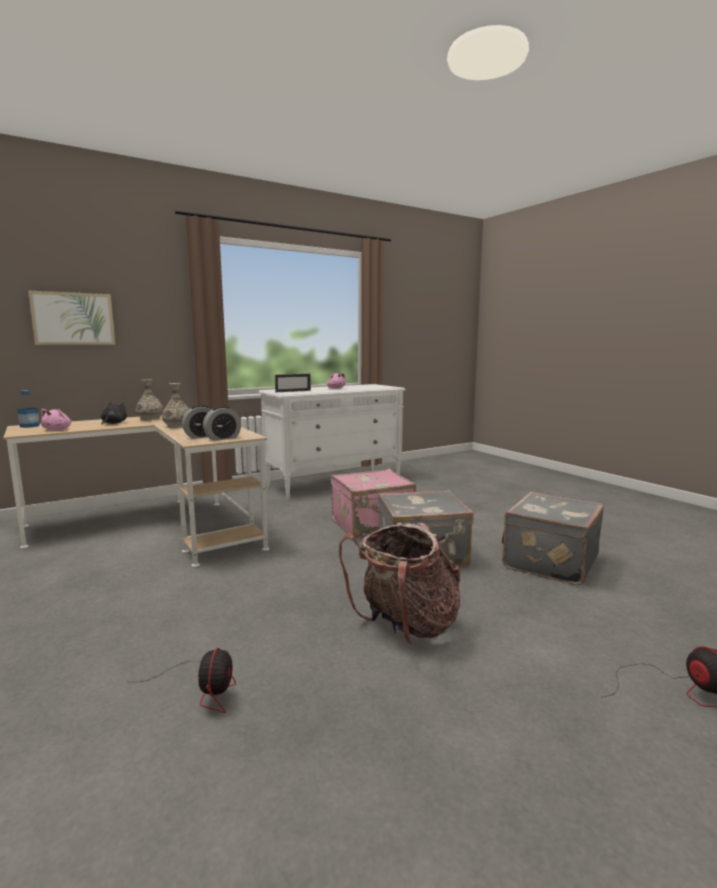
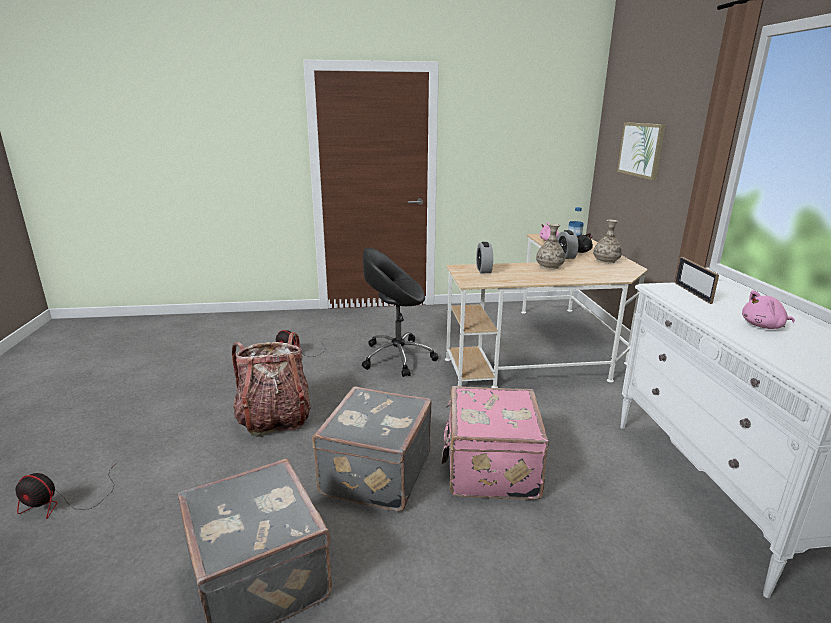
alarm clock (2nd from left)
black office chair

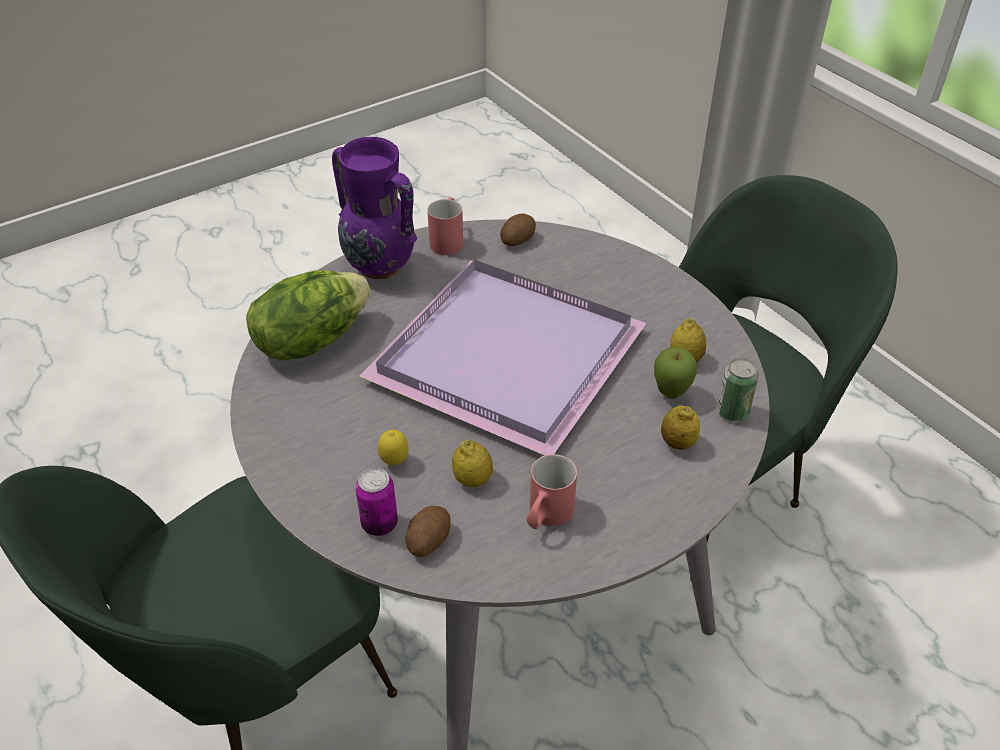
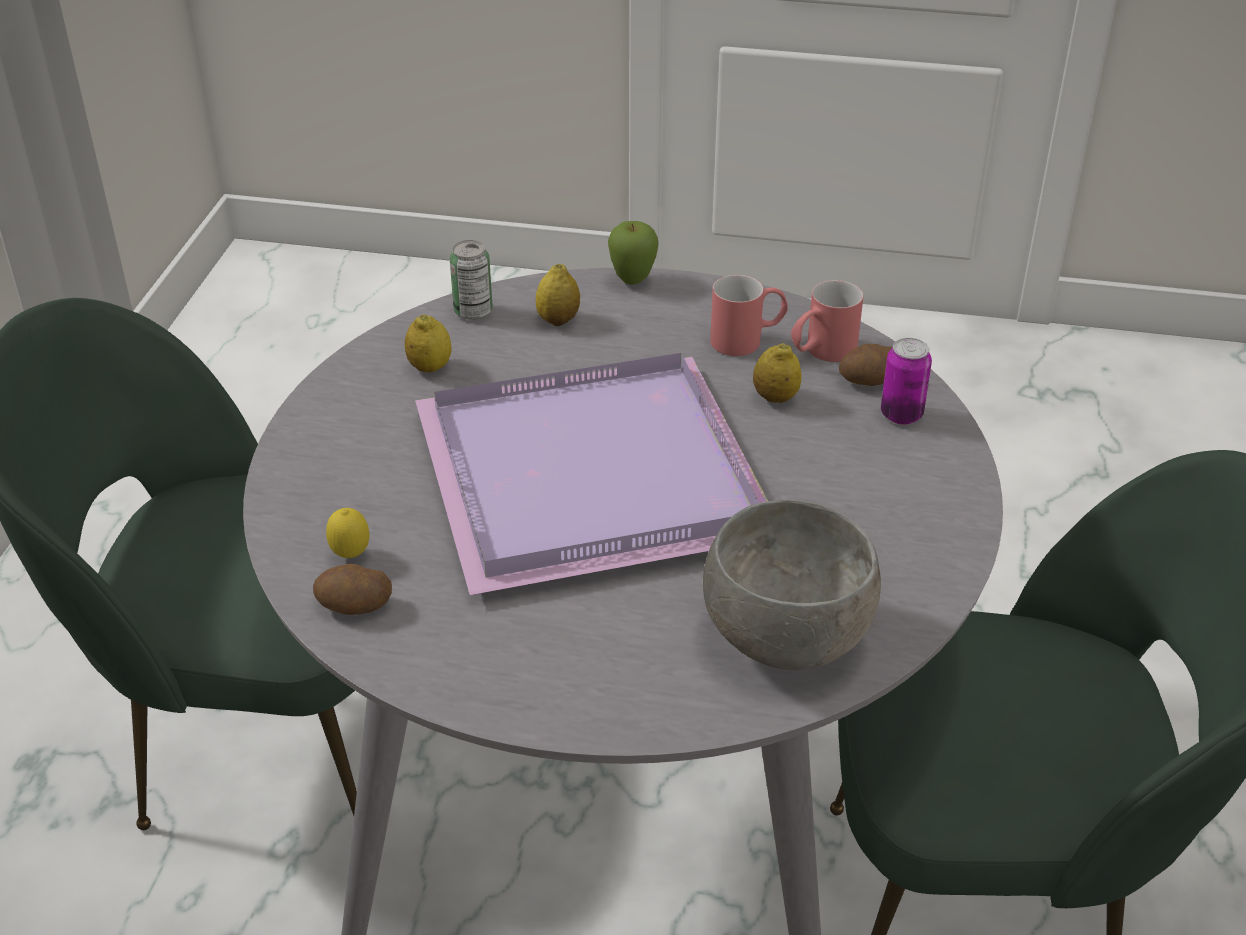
grey bowl
purple vase
lemon (1st from left)
red mug (2nd from left)
apple

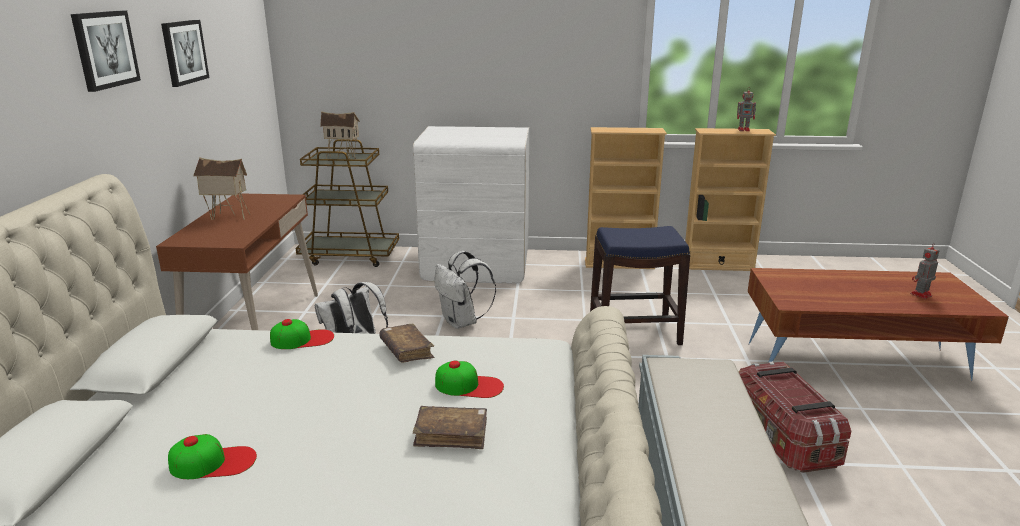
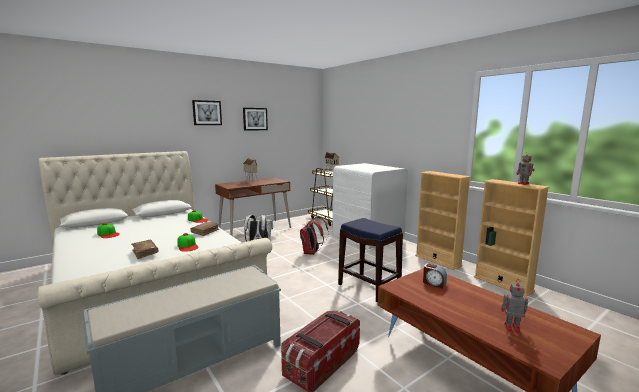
red backpack
alarm clock

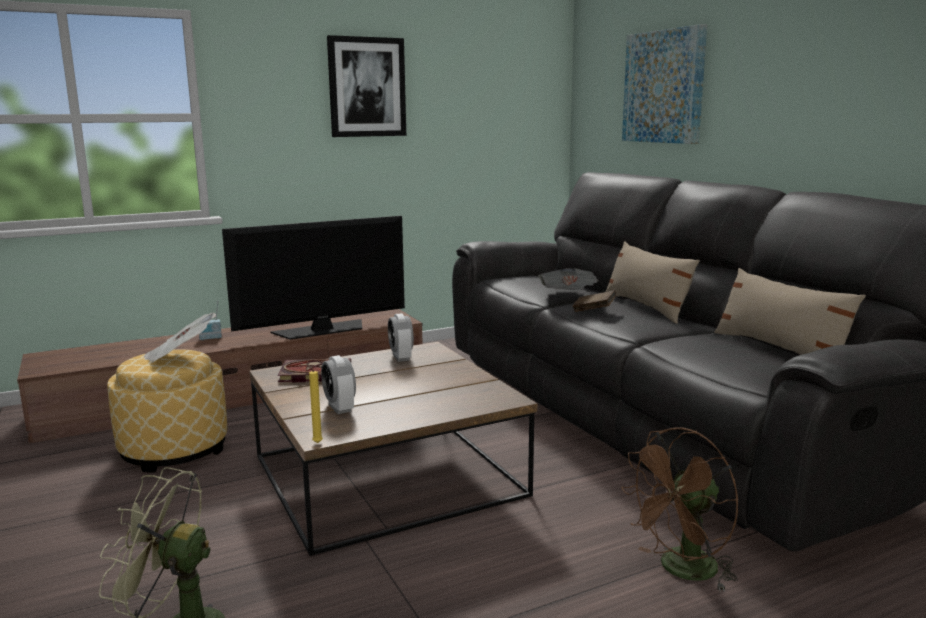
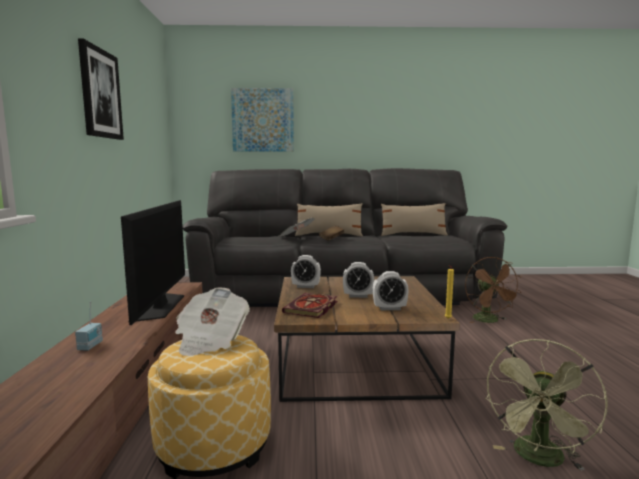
alarm clock (2nd from left)

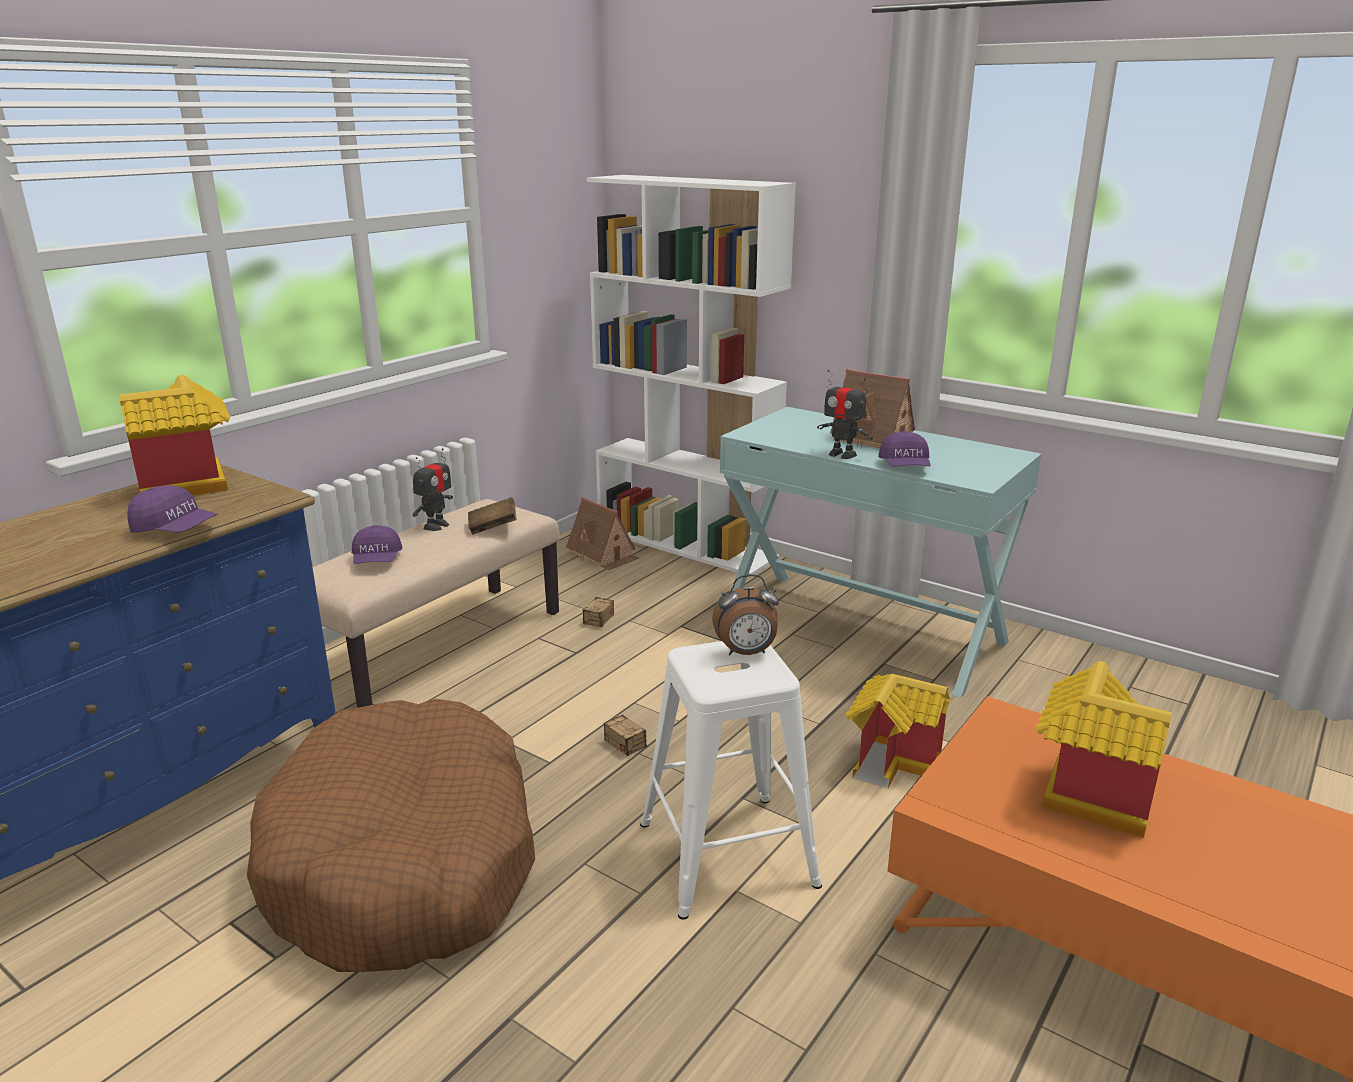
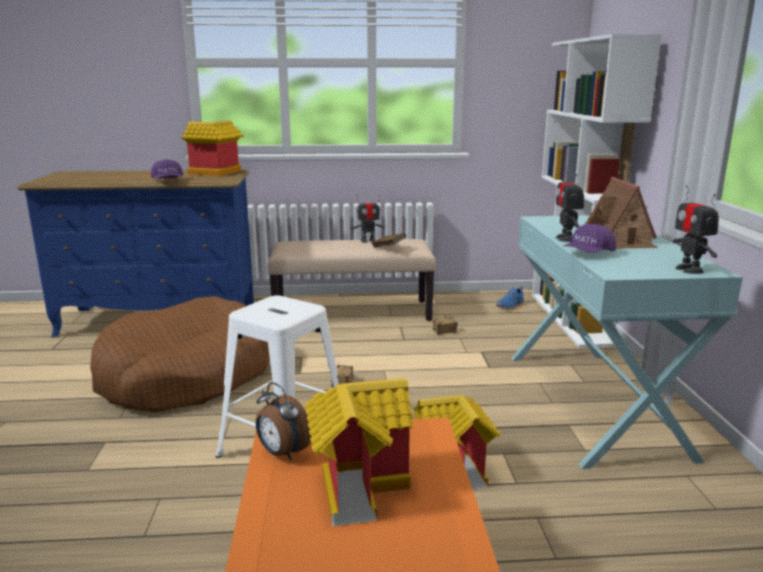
purple cap (2nd from left in the first image)
blue shoe
alarm clock
toy robot (3rd from left)

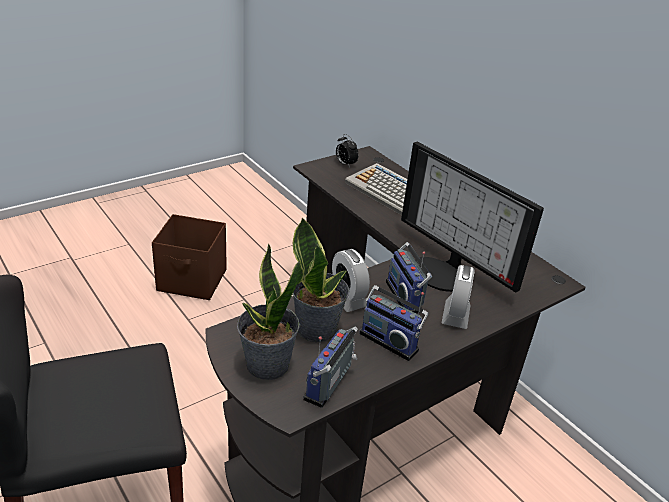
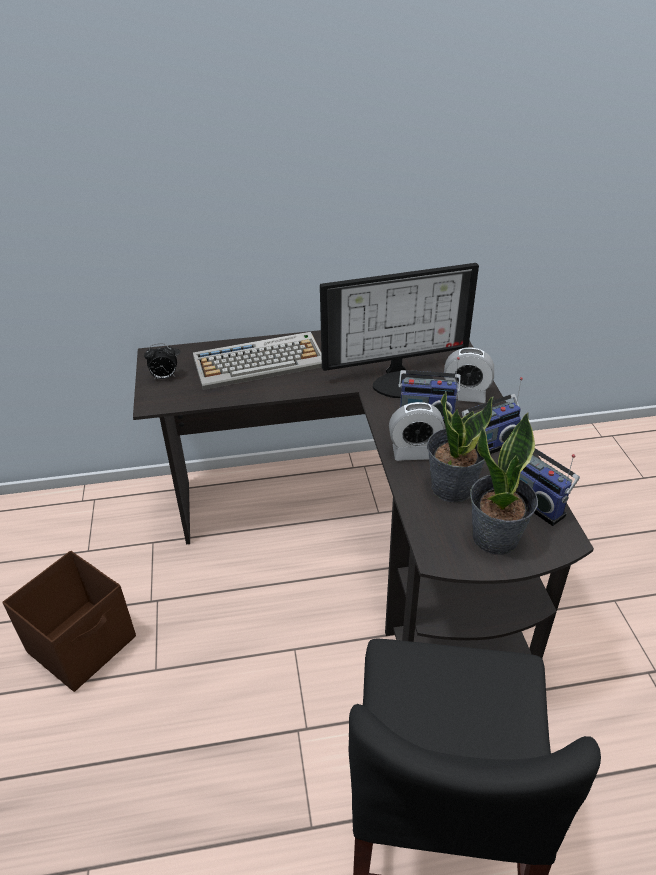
alarm clock (3rd from left)

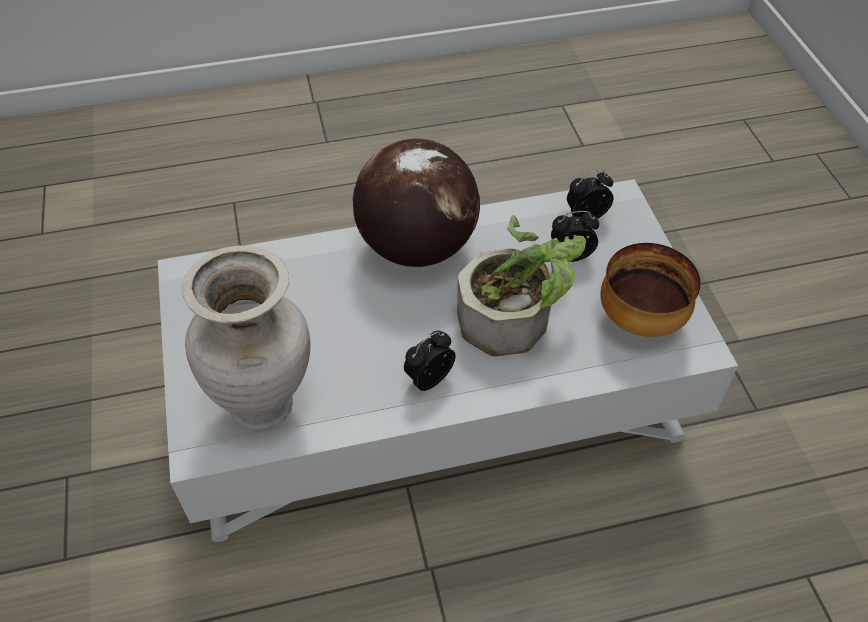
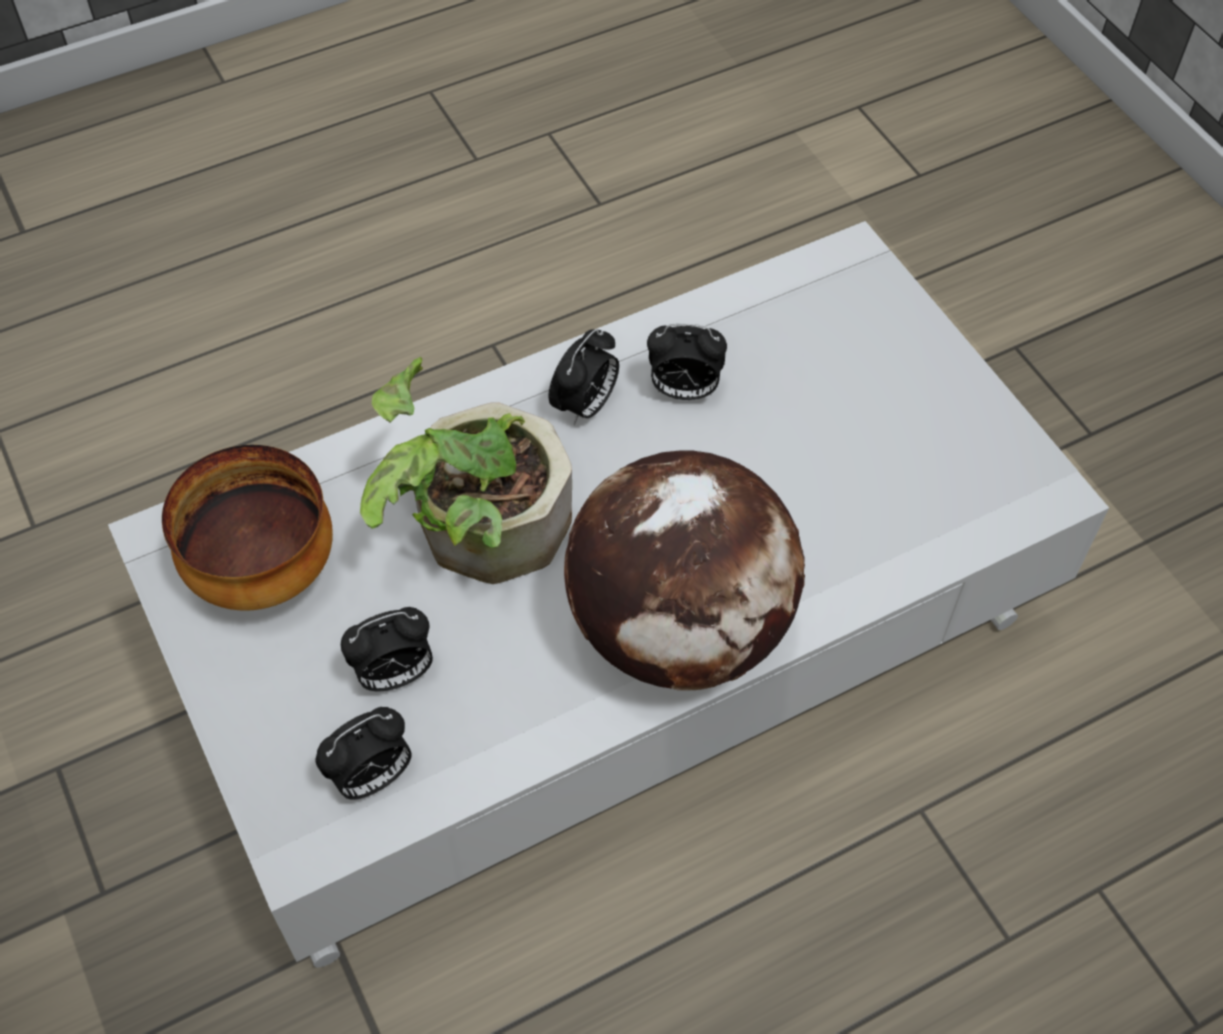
beige vase
alarm clock (4th from left)

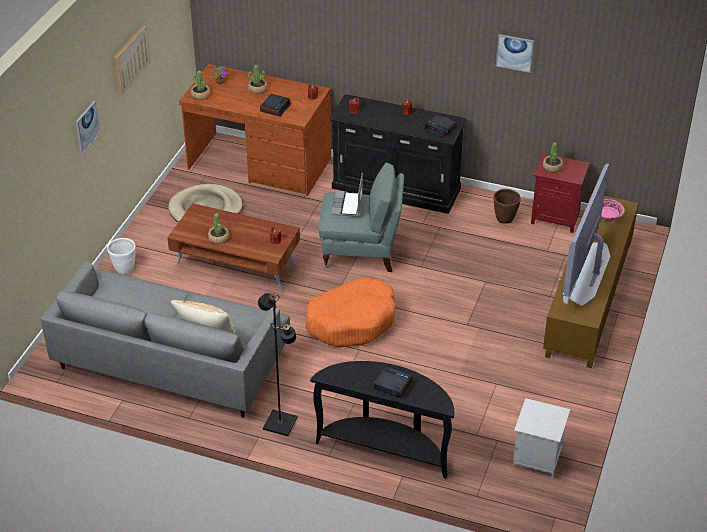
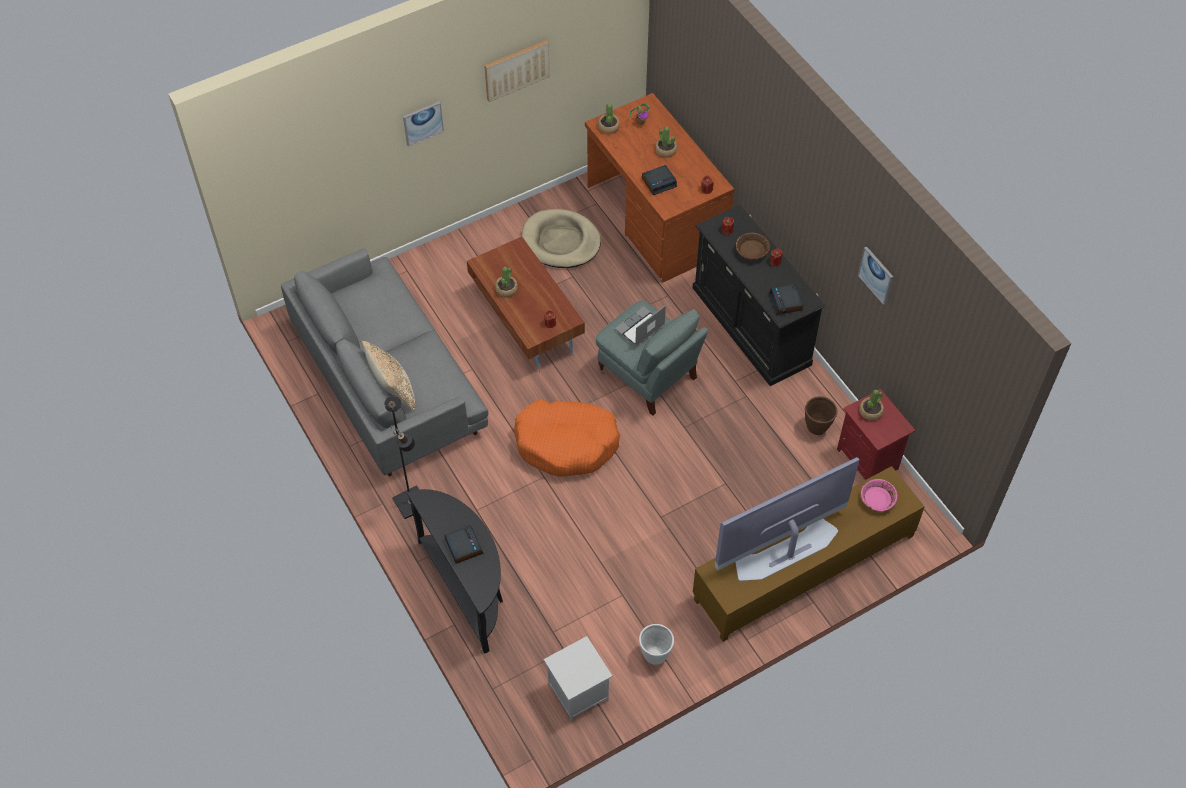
white planter
brown bowl

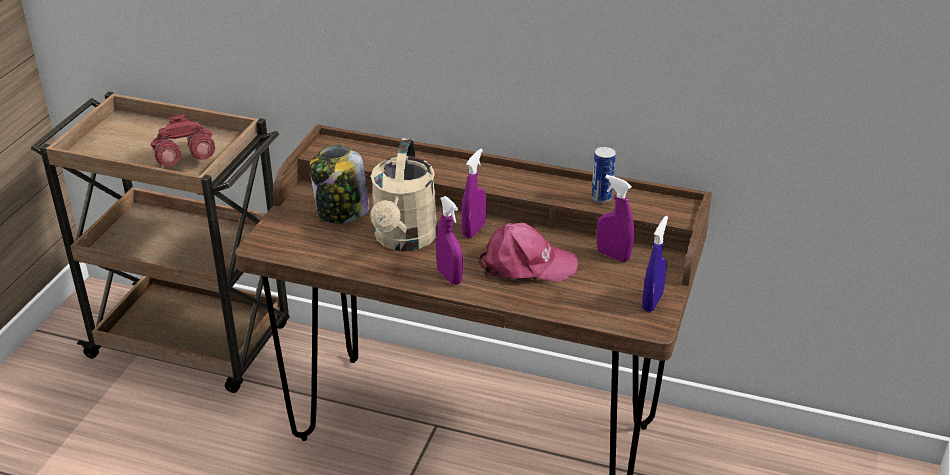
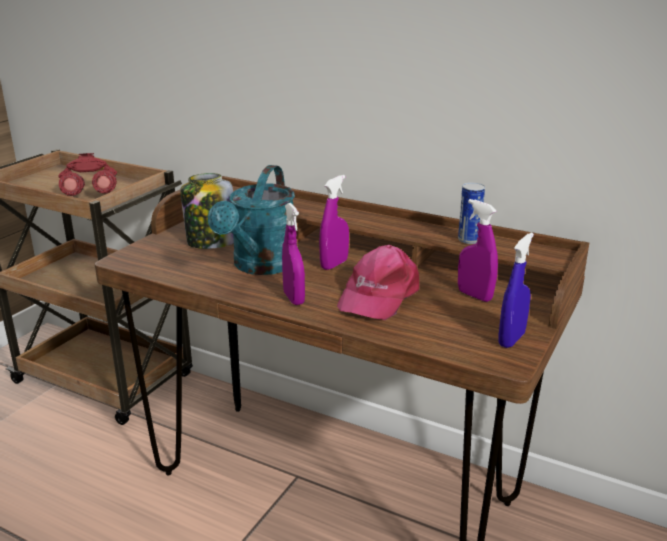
turquoise watering can
pink cap

